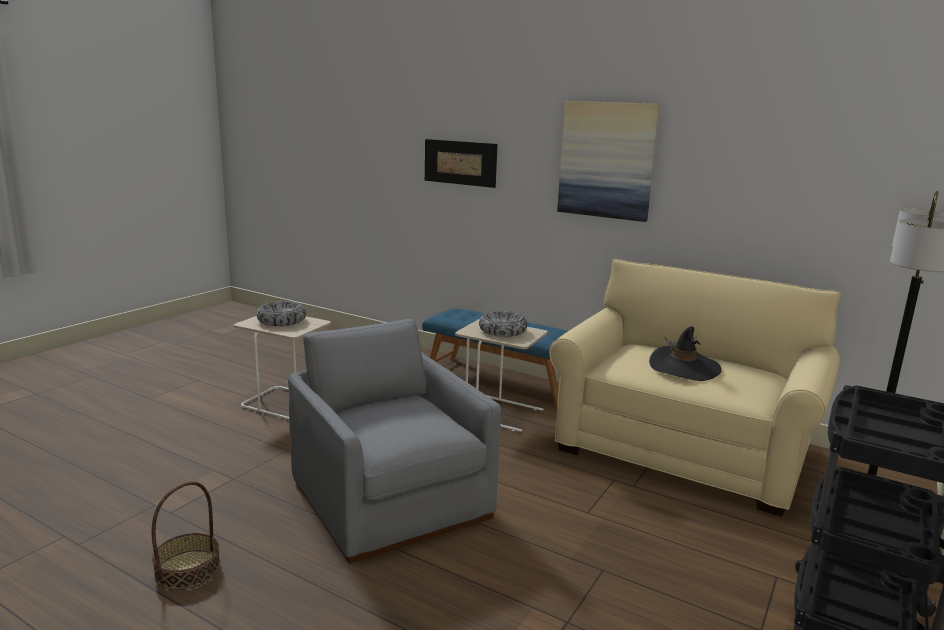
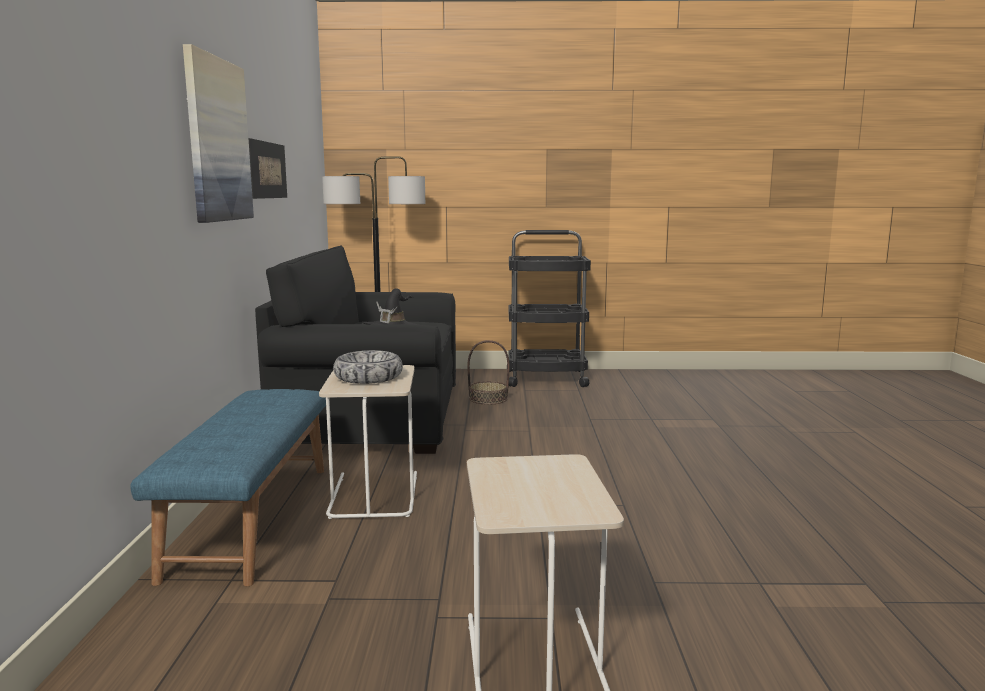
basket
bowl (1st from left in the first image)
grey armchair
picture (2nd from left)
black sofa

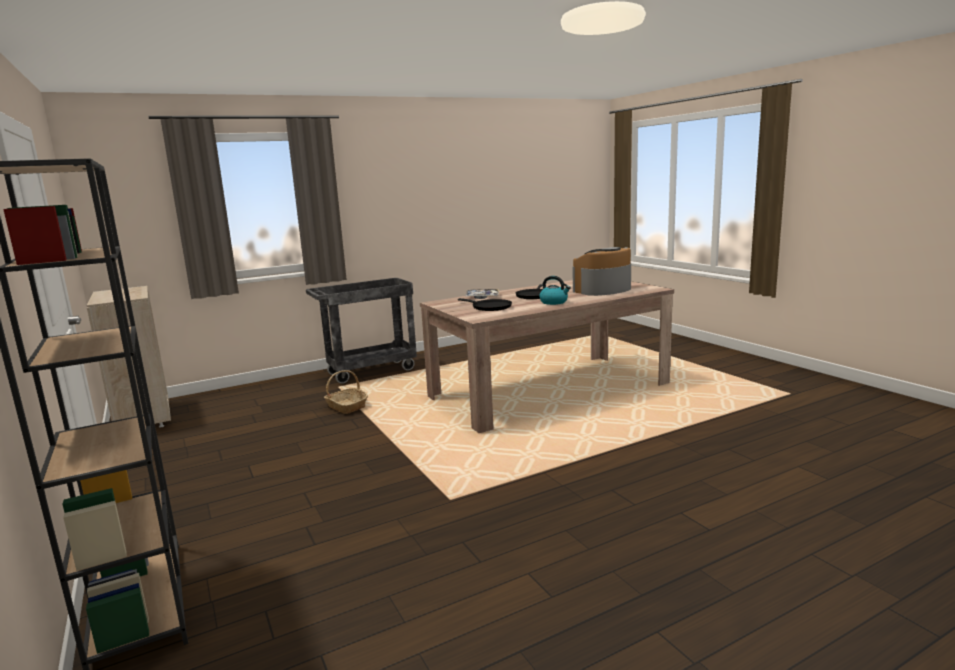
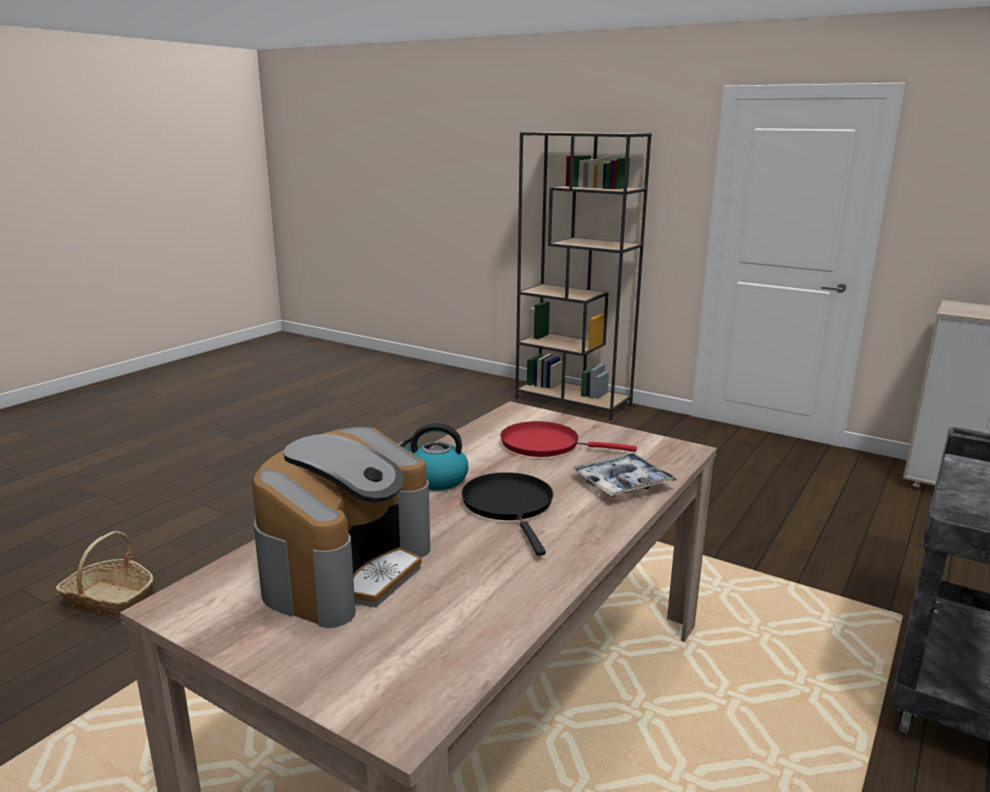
basket
red frying pan

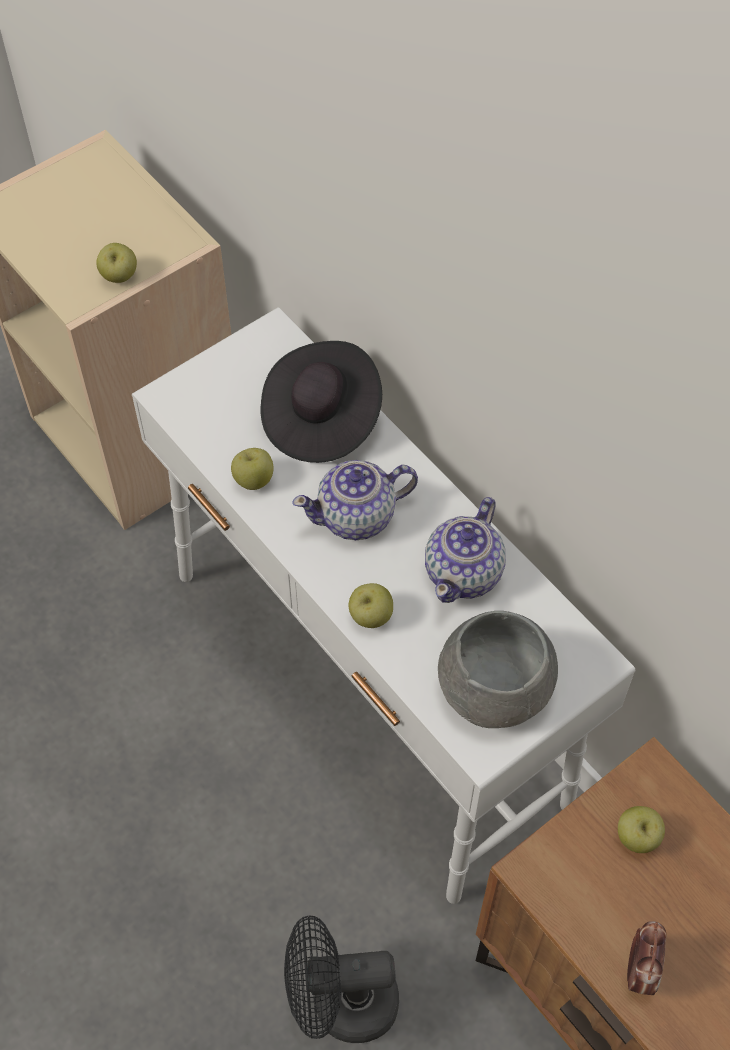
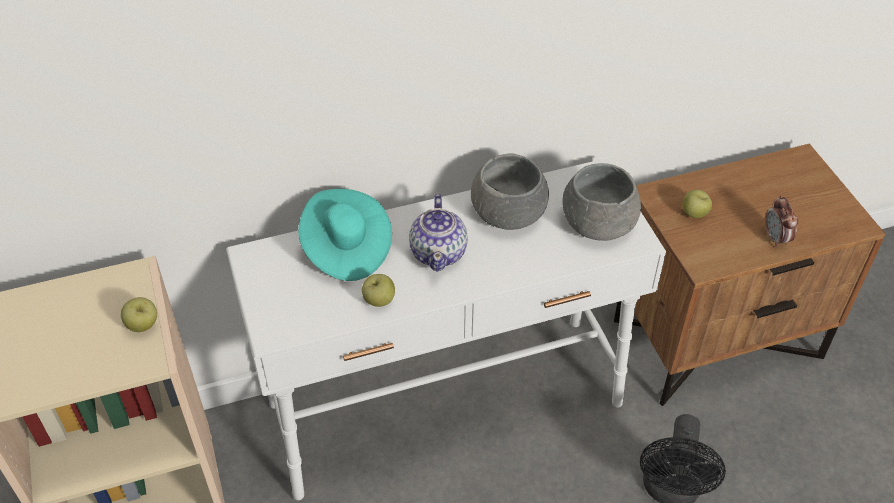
turquoise hat
apple (3rd from left in the first image)
grey bowl (1st from left)
alarm clock

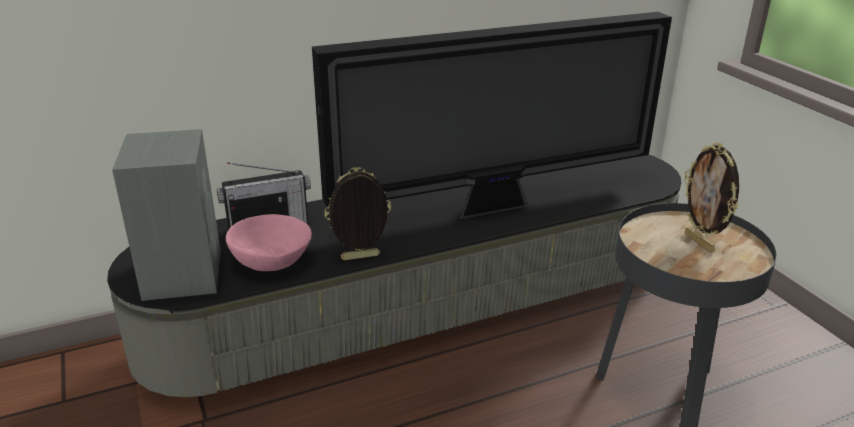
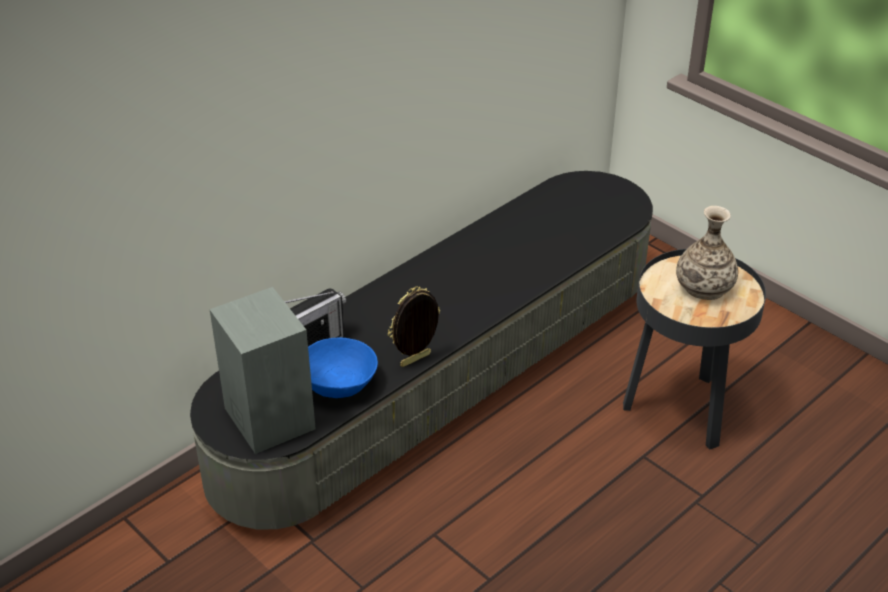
blue bowl
television
vase

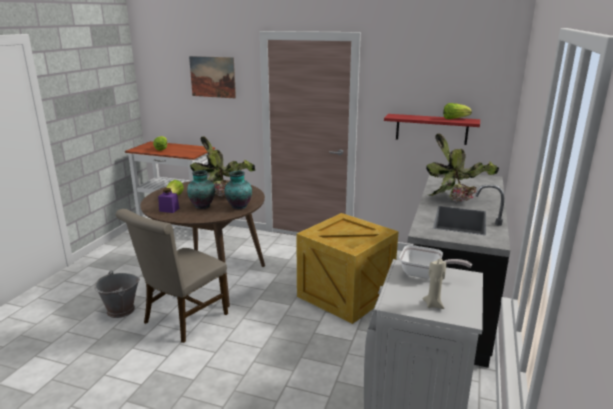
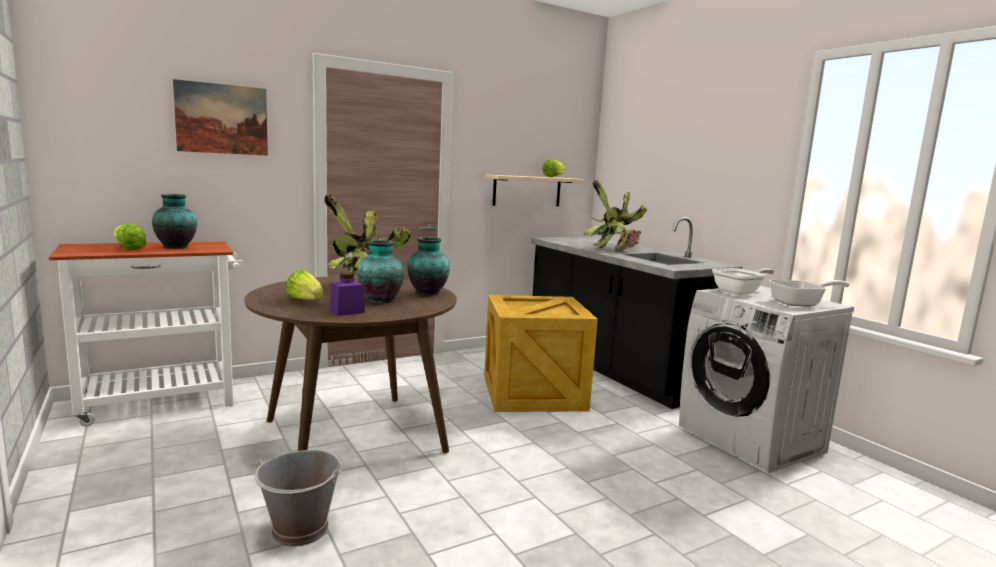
beige chair
beige shelf
frying pan (2nd from left)
vase (1st from left)

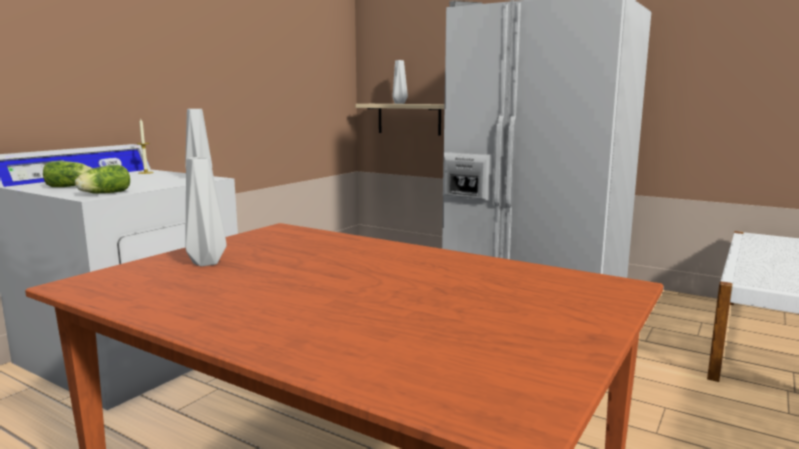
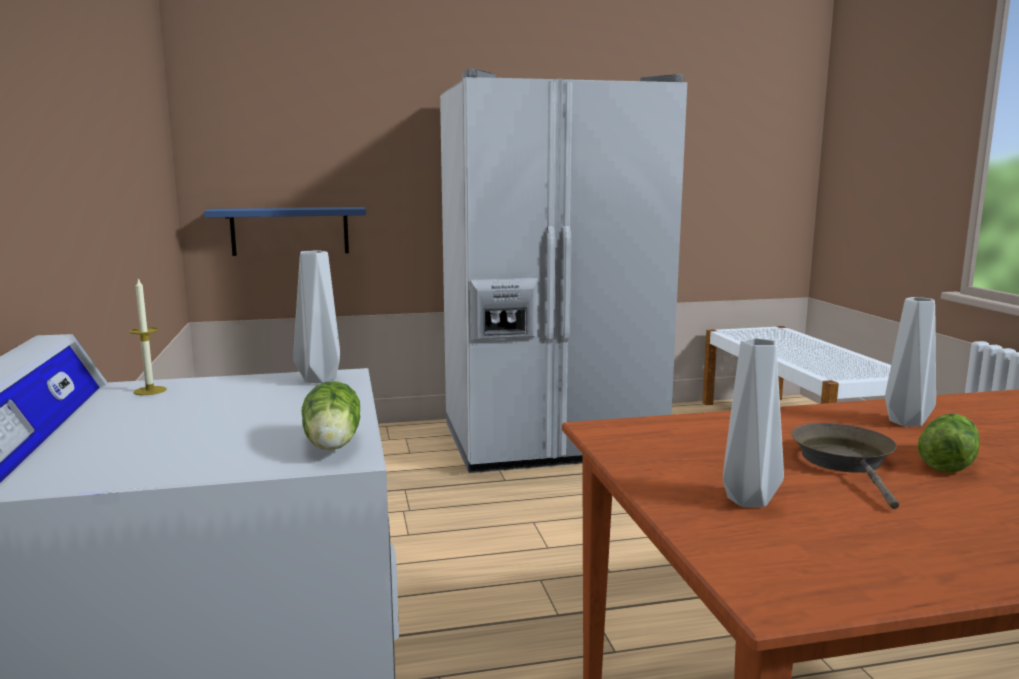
lettuce (2nd from left)
blue shelf
grey vase (3rd from left)
brown frying pan

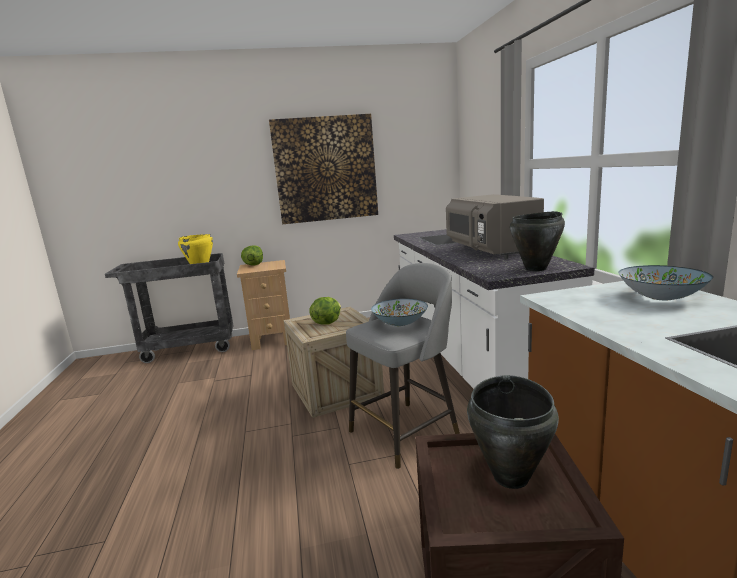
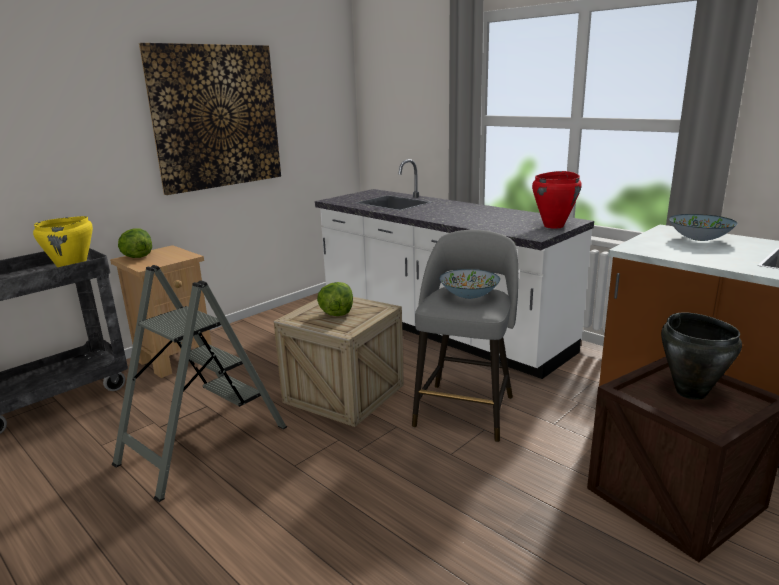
grey microwave
red cooking pot
grey step ladder

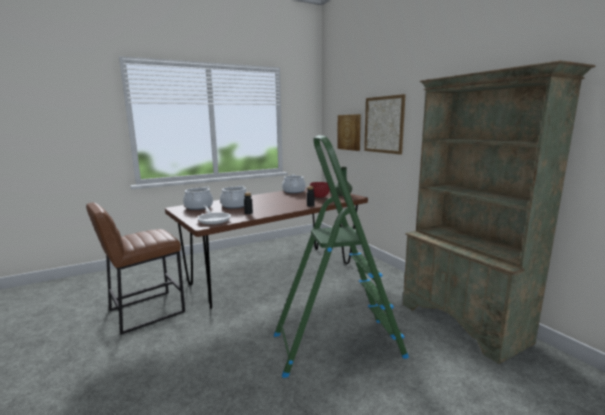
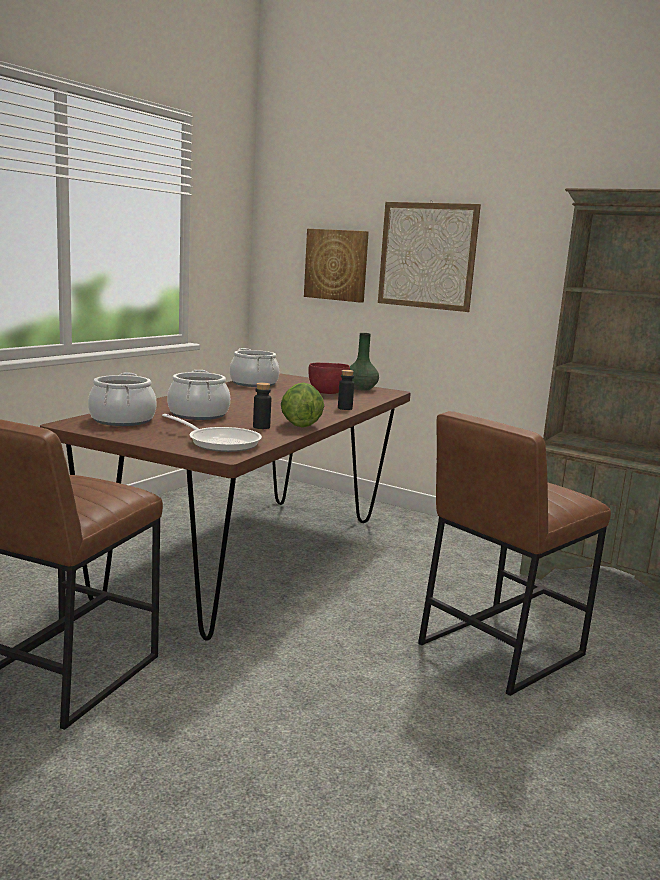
brown chair (2nd from left)
lettuce

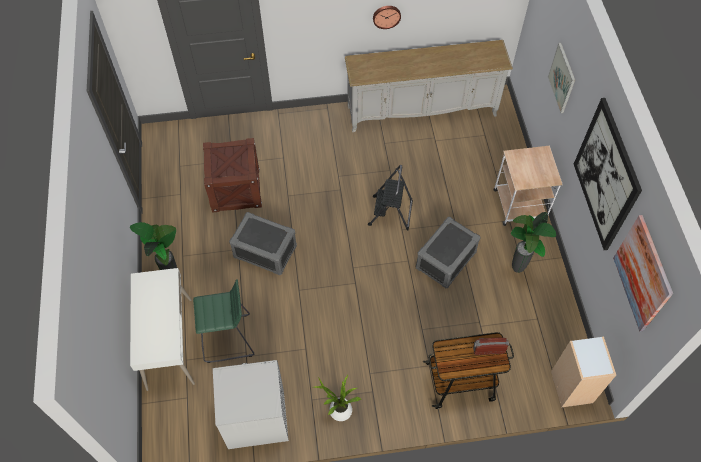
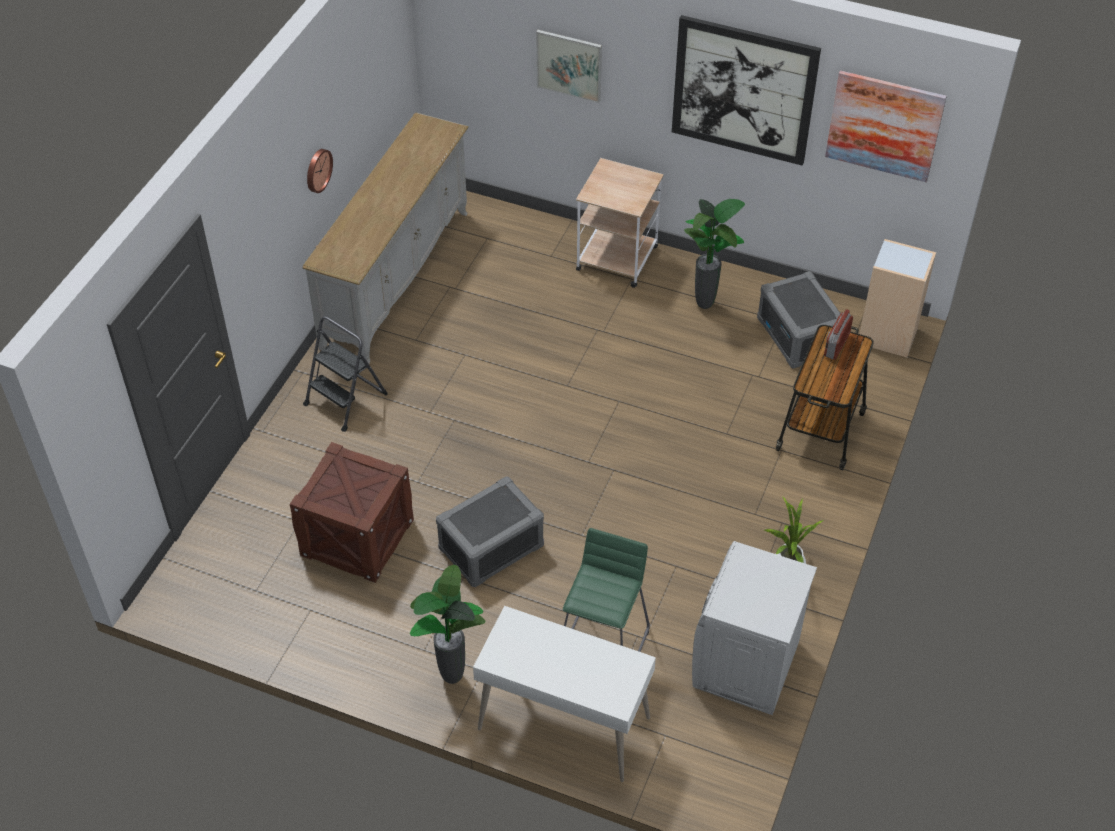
black step ladder
grey storage box (2nd from left)

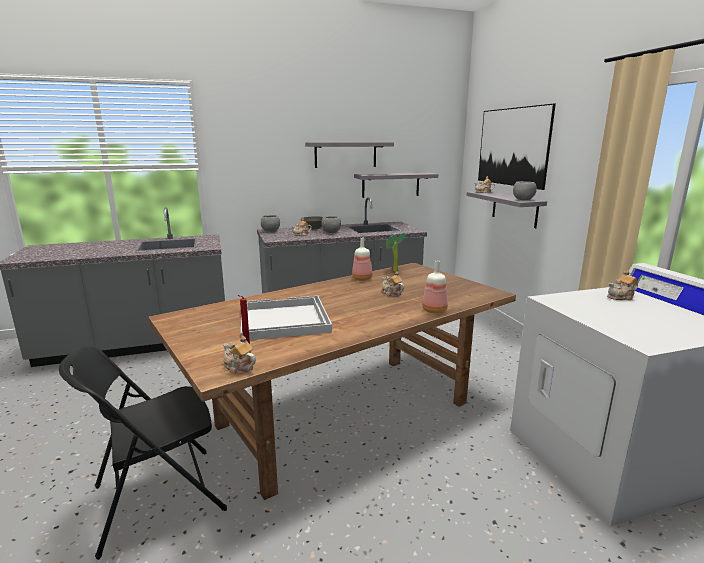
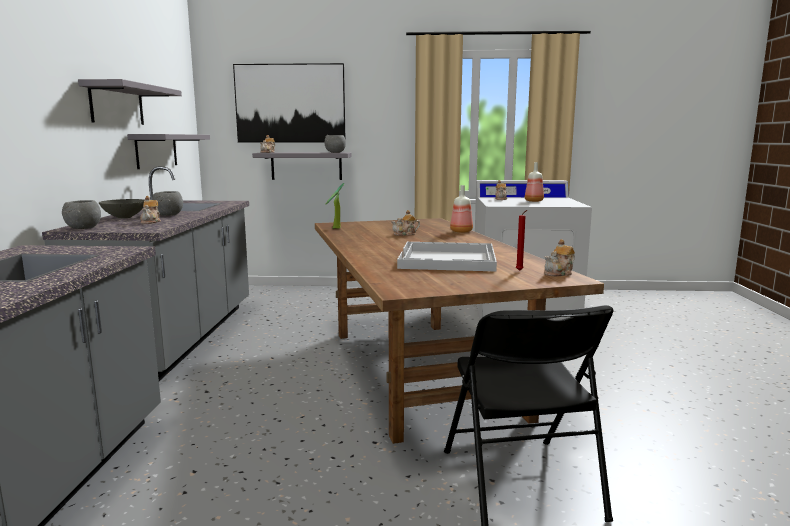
bottle (2nd from left)

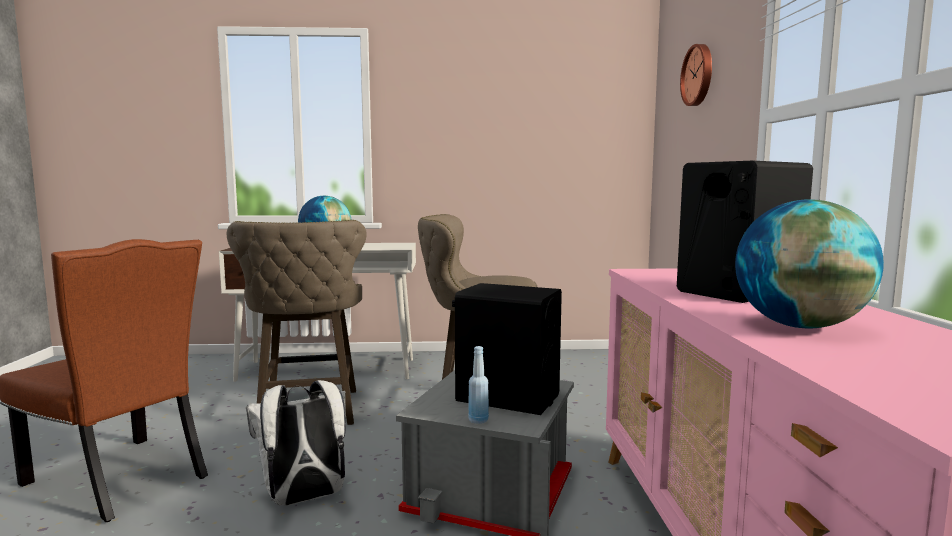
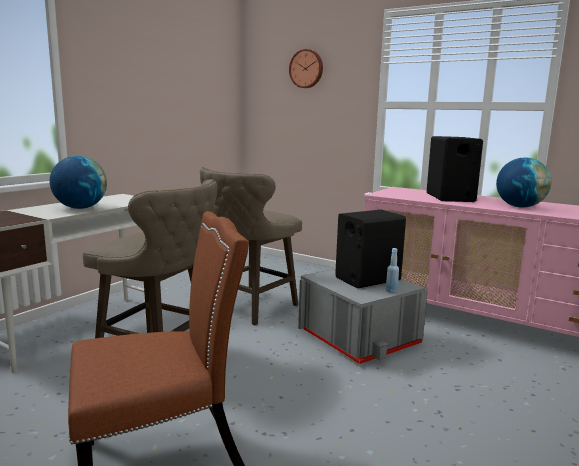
white backpack

